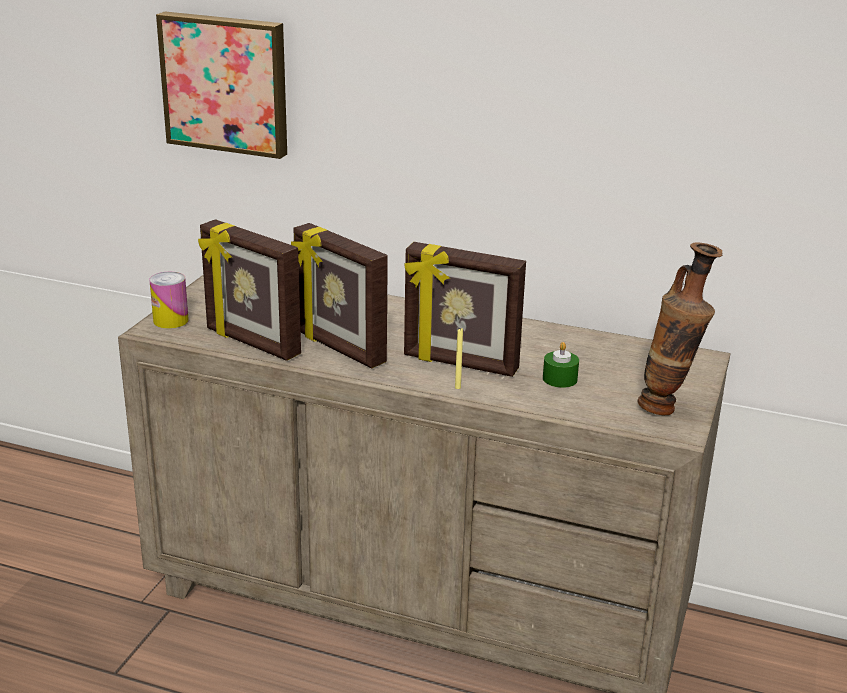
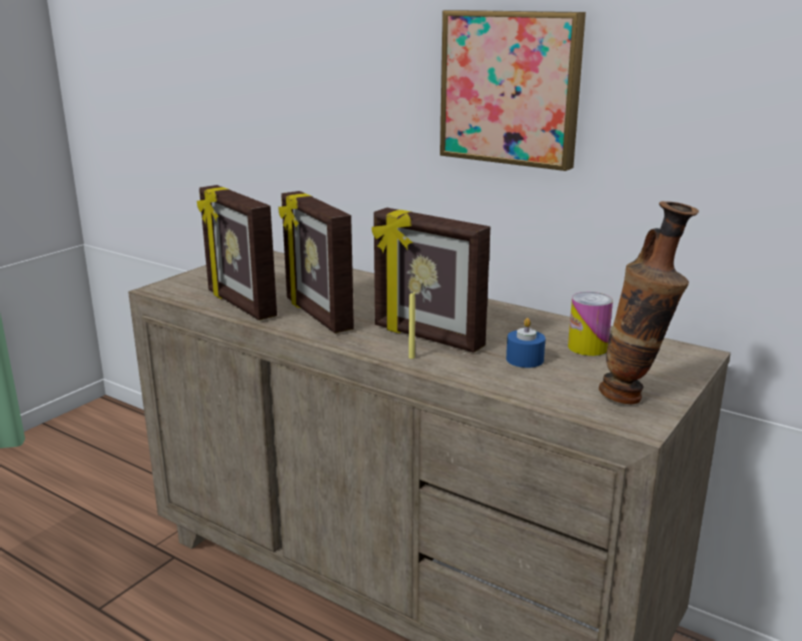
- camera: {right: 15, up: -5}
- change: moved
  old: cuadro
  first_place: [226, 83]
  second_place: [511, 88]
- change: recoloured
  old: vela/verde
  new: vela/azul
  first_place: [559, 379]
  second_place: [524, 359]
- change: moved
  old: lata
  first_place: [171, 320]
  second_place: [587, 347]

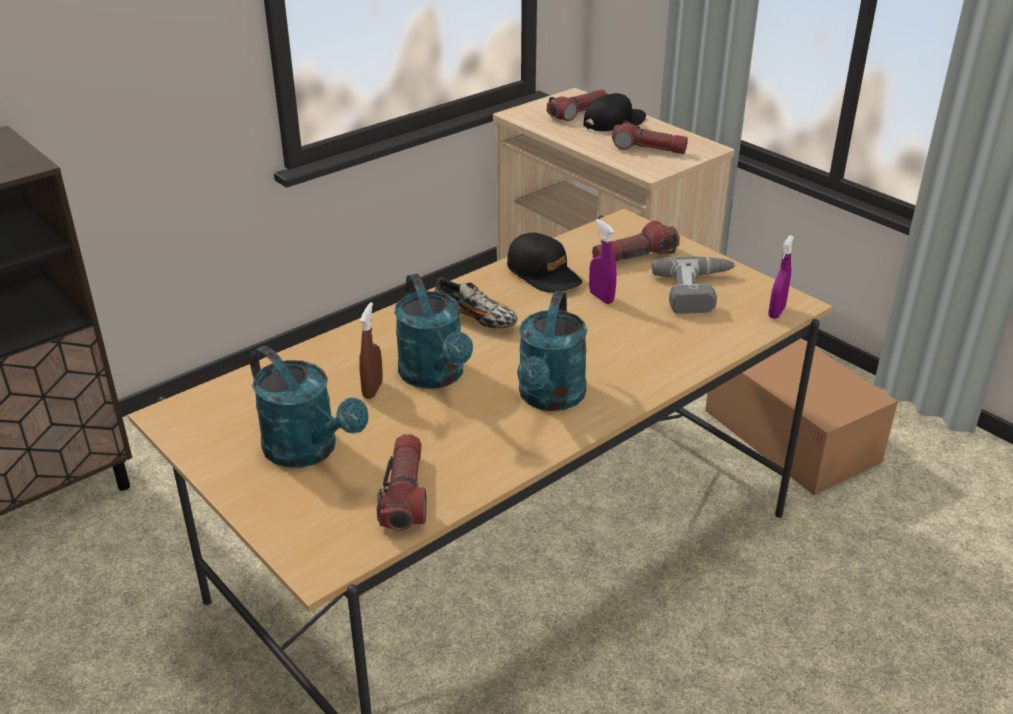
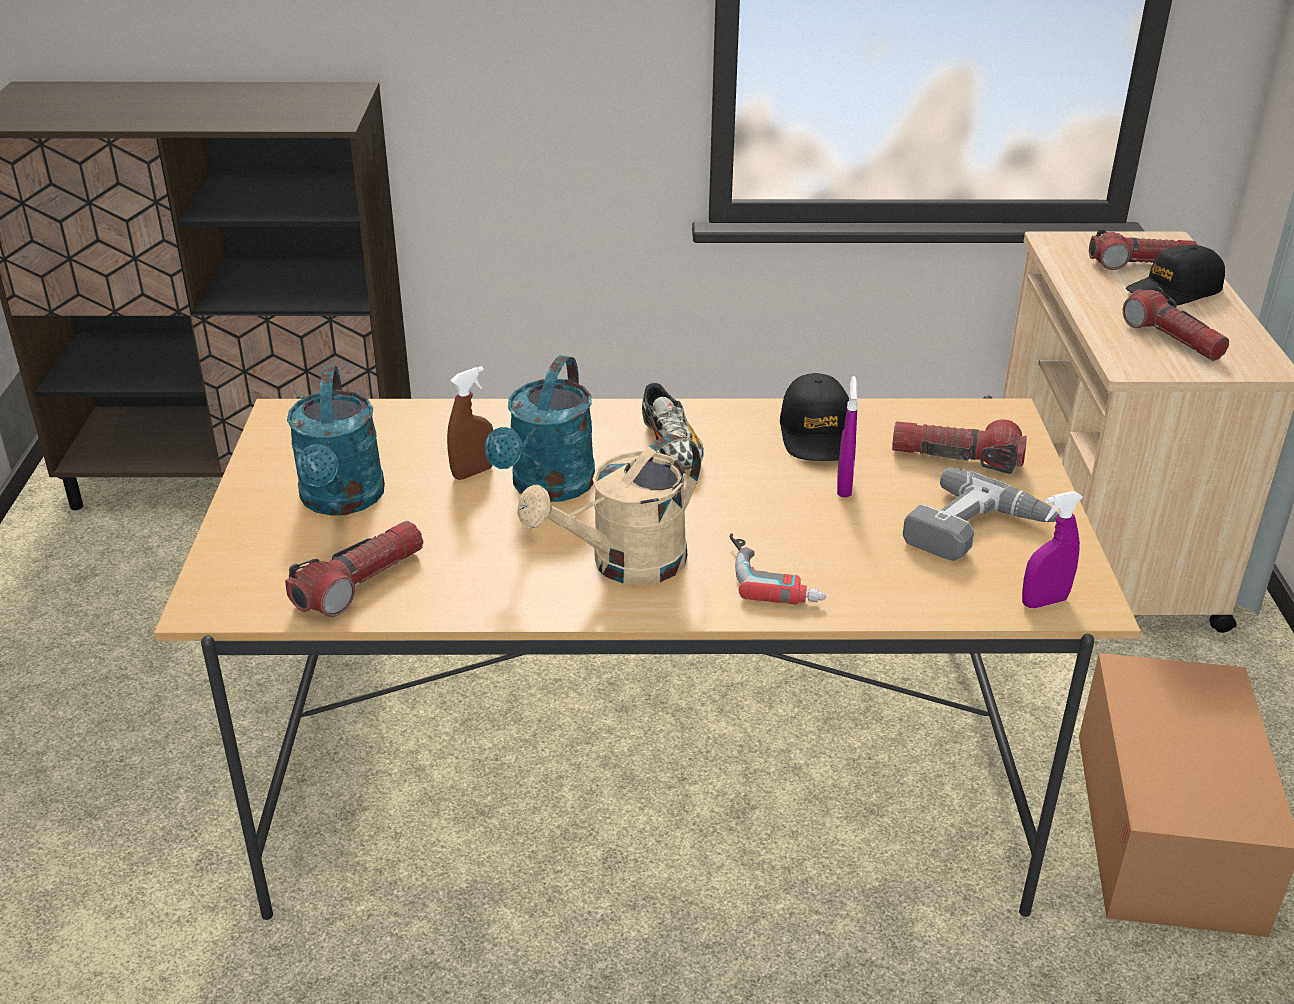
- camera: {right: 40, up: 0}
- change: recoloured
  old: regadera/turquesa
  new: regadera/beis
  first_place: [550, 399]
  second_place: [624, 565]
- change: added
  new: taladro
  second_place: [775, 575]
- change: turned
  old: gorra/negro
  first_place: [614, 122]
  second_place: [1174, 290]
  degrees: 150

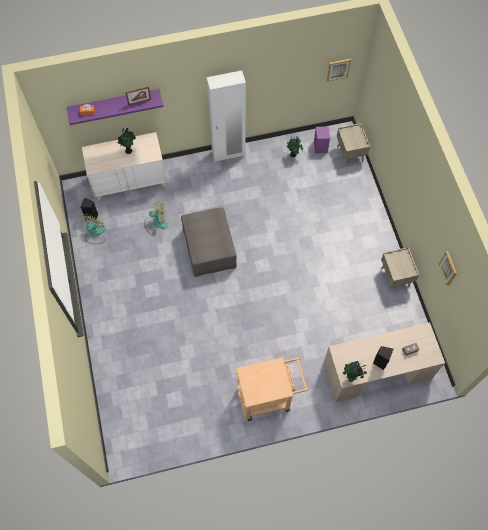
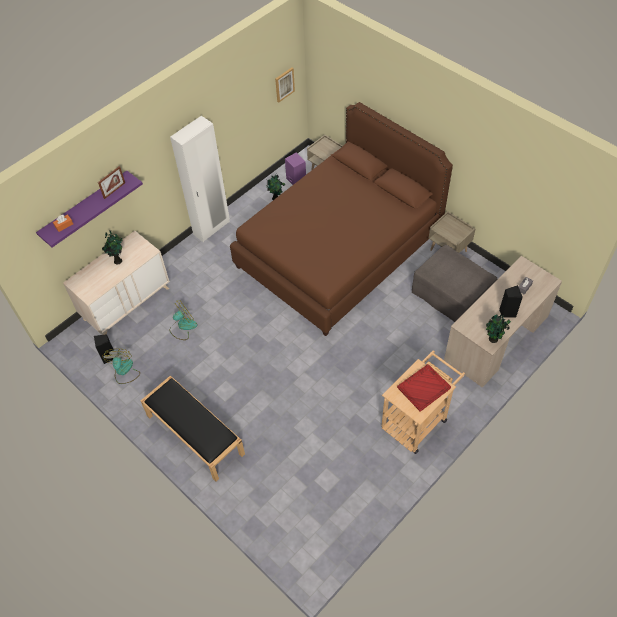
- camera: {right: -30, up: -10}
- change: added
  new: banco/negro
  second_place: [194, 434]
- change: added
  new: cama/marrón
  second_place: [338, 250]
- change: added
  new: bandeja/rojo
  second_place: [424, 387]
- change: moved
  old: puf/gris
  first_place: [210, 248]
  second_place: [451, 295]
- change: removed
  old: cuadro
  first_place: [448, 268]

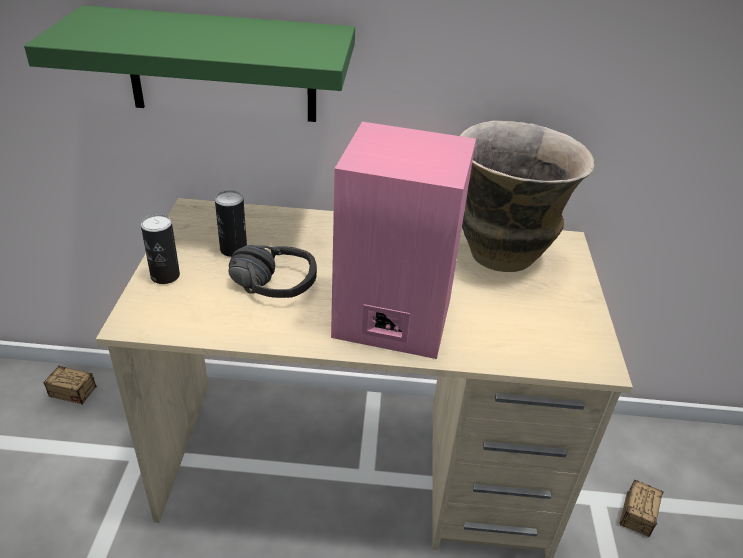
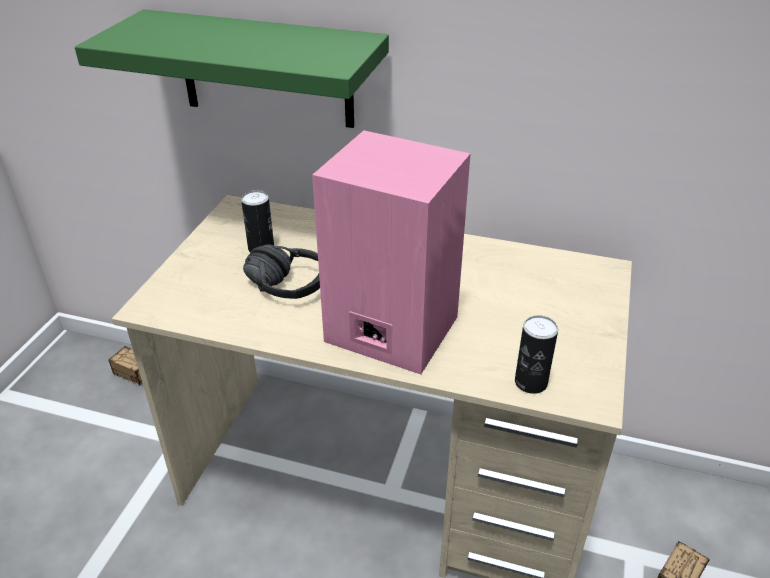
- camera: {right: 15, up: 0}
- change: moved
  old: lata
  first_place: [165, 276]
  second_place: [531, 382]
- change: removed
  old: florero
  first_place: [502, 254]

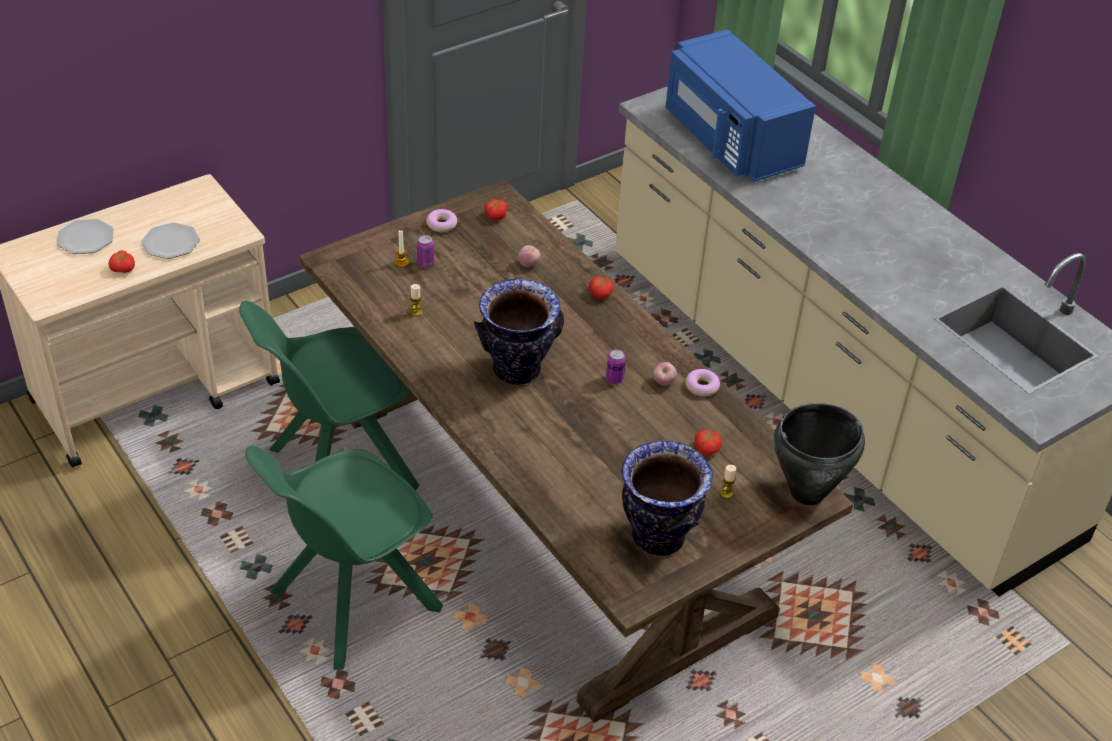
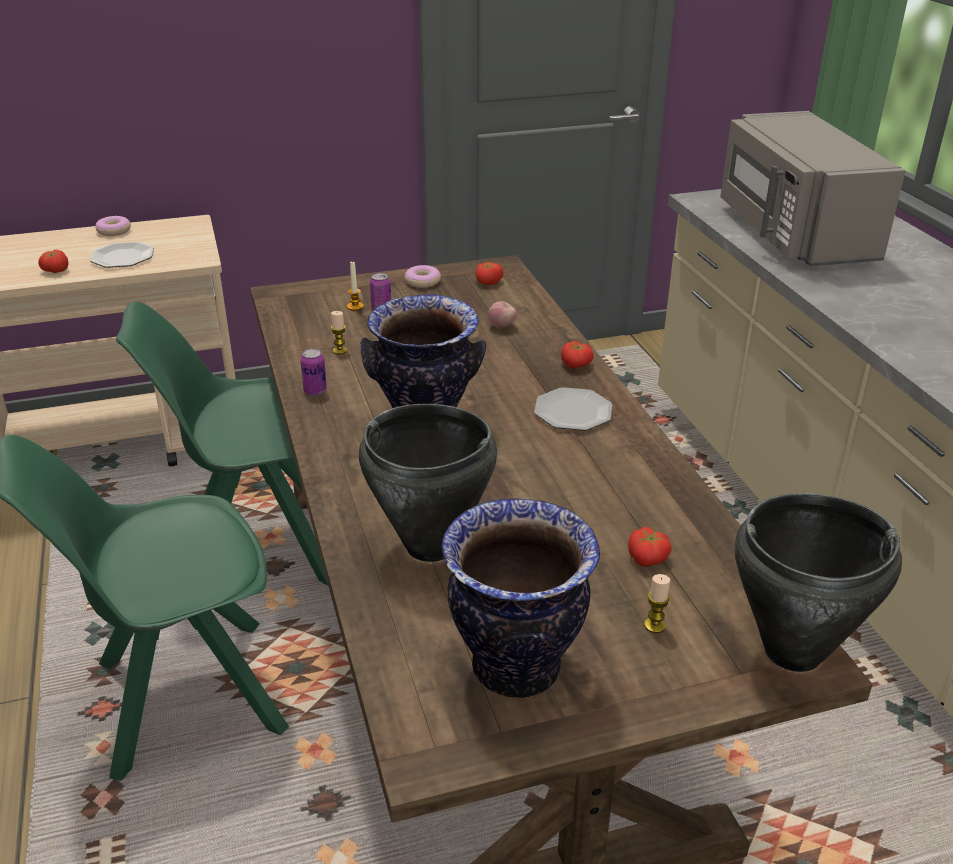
- camera: {right: 20, up: -10}
- change: moved
  old: rosquilla
  first_place: [702, 386]
  second_place: [114, 231]
- change: moved
  old: lata
  first_place: [614, 379]
  second_place: [315, 391]
- change: added
  new: olla/negro
  second_place: [431, 546]
- change: moved
  old: plato
  first_place: [86, 239]
  second_place: [574, 412]
- change: recoloured
  old: microondas/azul
  new: microondas/gris
  first_place: [729, 140]
  second_place: [792, 233]
- change: removed
  old: manzana
  first_place: [663, 382]

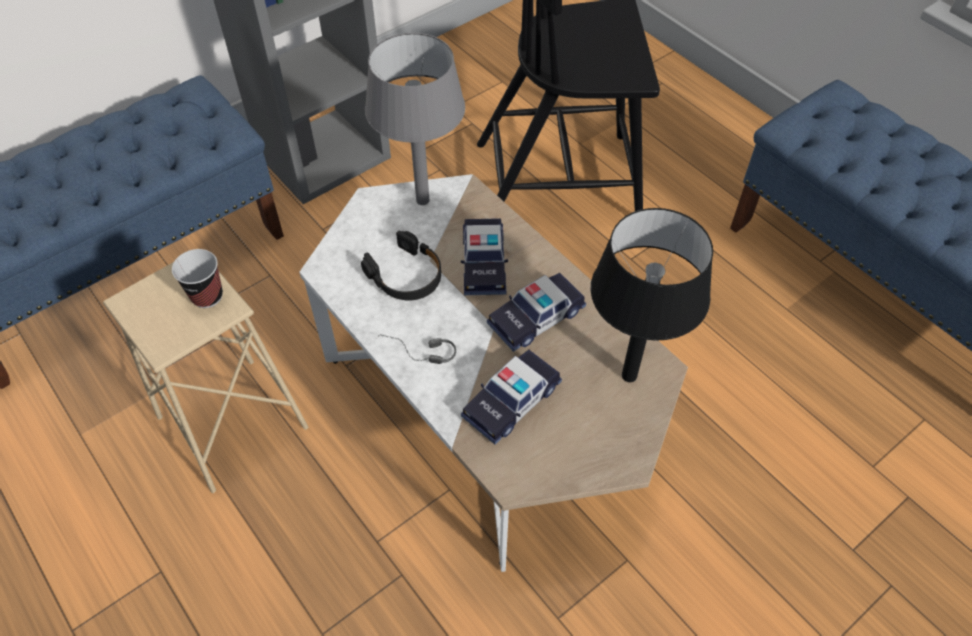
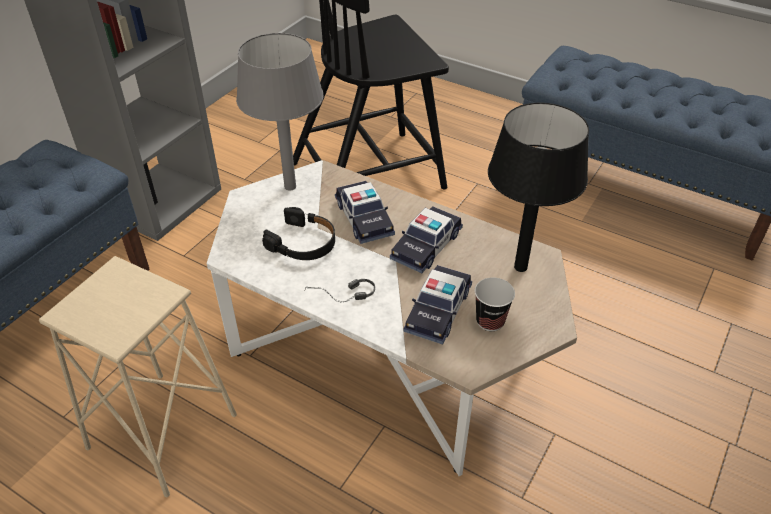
- camera: {right: -20, up: -10}
- change: moved
  old: taza
  first_place: [207, 296]
  second_place: [490, 321]

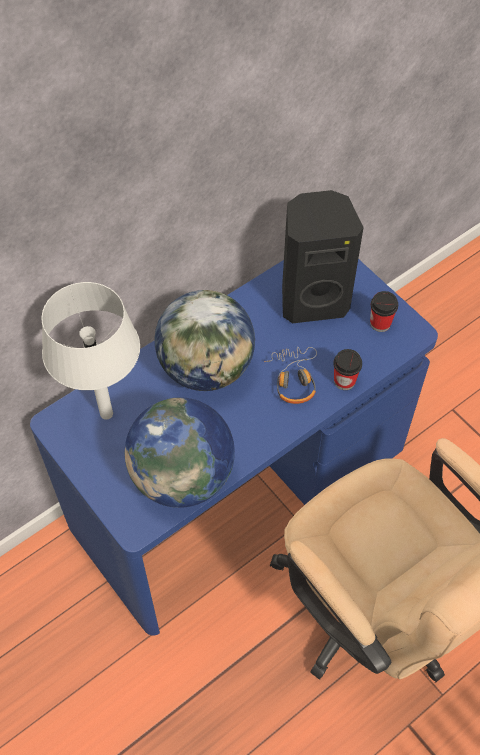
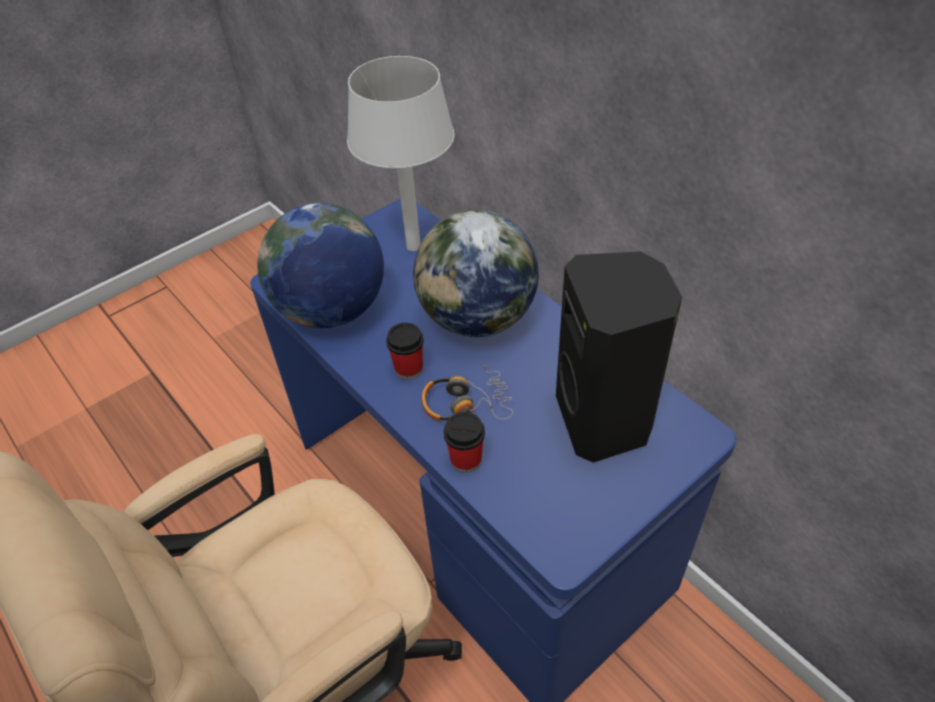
- camera: {right: 90, up: -10}
- change: moved
  old: taza
  first_place: [380, 323]
  second_place: [409, 369]

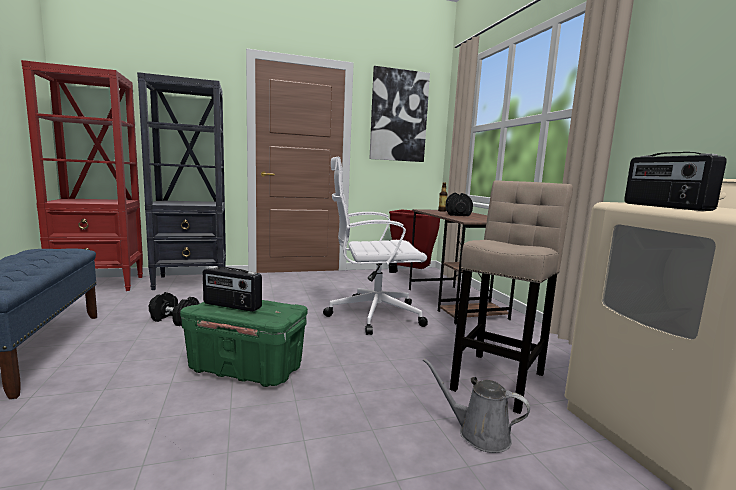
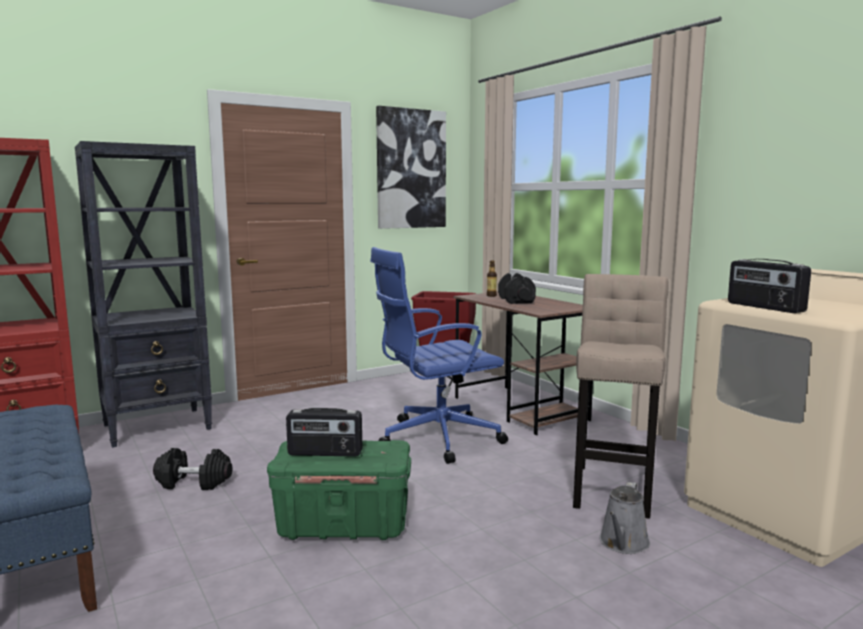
- camera: {right: -15, up: 0}
- change: recoloured
  old: silla de oficina/blanco
  new: silla de oficina/azul
  first_place: [372, 315]
  second_place: [436, 438]
- change: turned
  old: regadera/gris
  first_place: [478, 434]
  second_place: [623, 543]
  degrees: -75

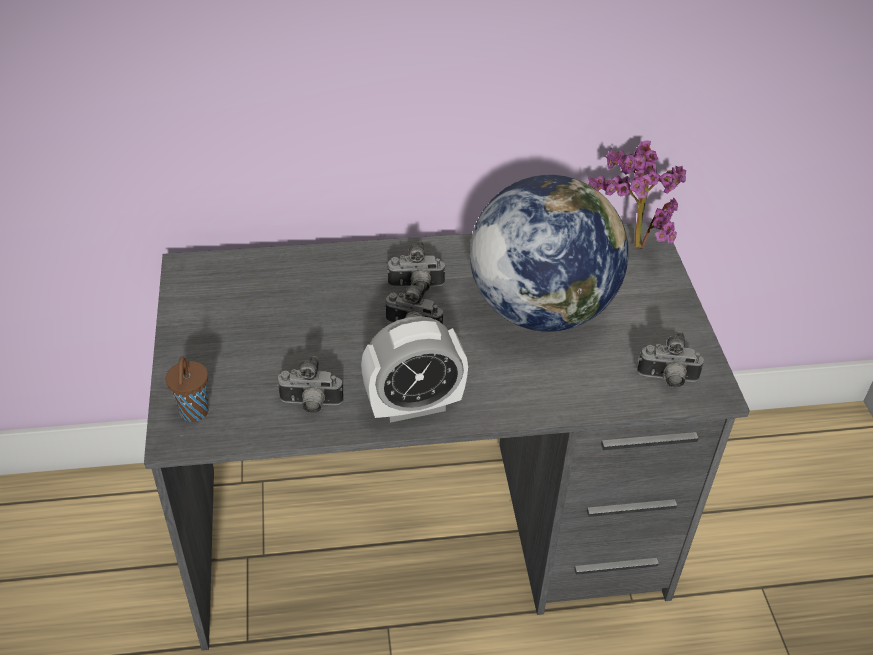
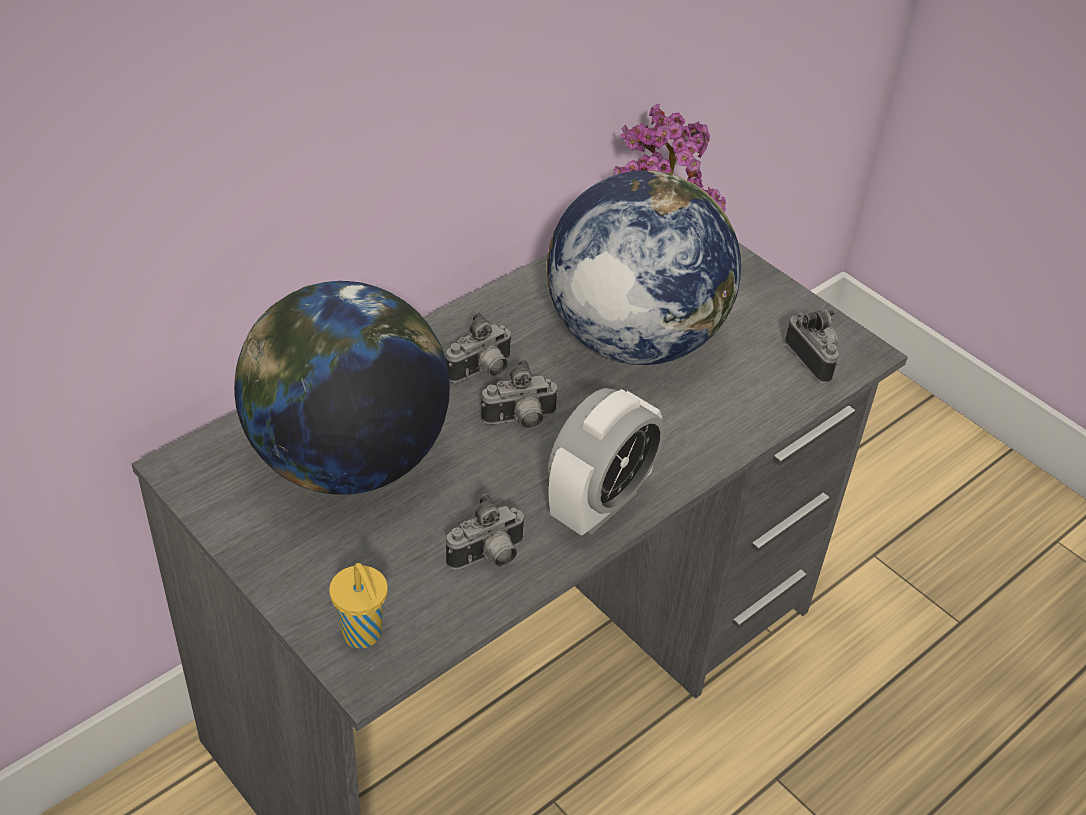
- camera: {right: -35, up: 0}
- change: added
  new: globo terráqueo
  second_place: [348, 461]
- change: recoloured
  old: taza/marrón
  new: taza/amarillo
  first_place: [194, 413]
  second_place: [363, 635]
- change: turned
  old: cámara
  first_place: [667, 380]
  second_place: [814, 359]
  degrees: -90

